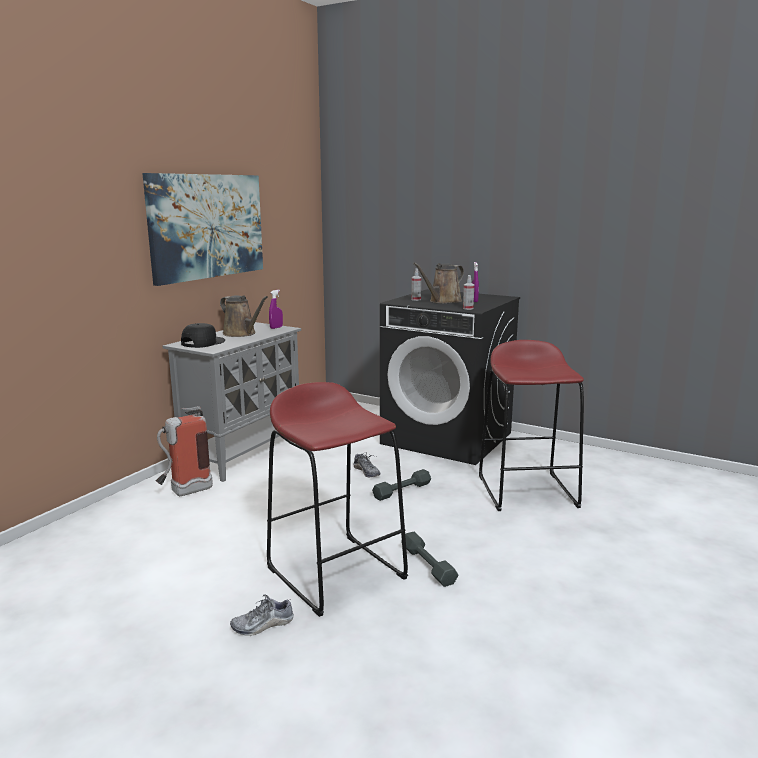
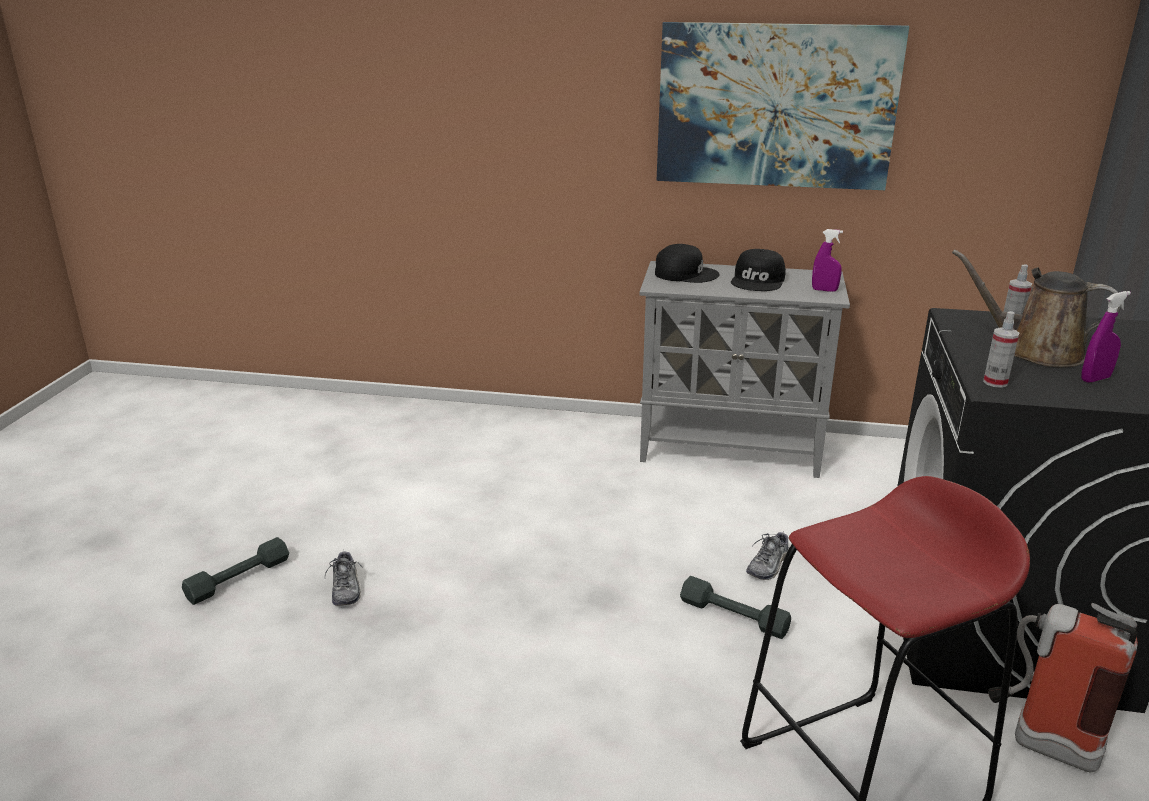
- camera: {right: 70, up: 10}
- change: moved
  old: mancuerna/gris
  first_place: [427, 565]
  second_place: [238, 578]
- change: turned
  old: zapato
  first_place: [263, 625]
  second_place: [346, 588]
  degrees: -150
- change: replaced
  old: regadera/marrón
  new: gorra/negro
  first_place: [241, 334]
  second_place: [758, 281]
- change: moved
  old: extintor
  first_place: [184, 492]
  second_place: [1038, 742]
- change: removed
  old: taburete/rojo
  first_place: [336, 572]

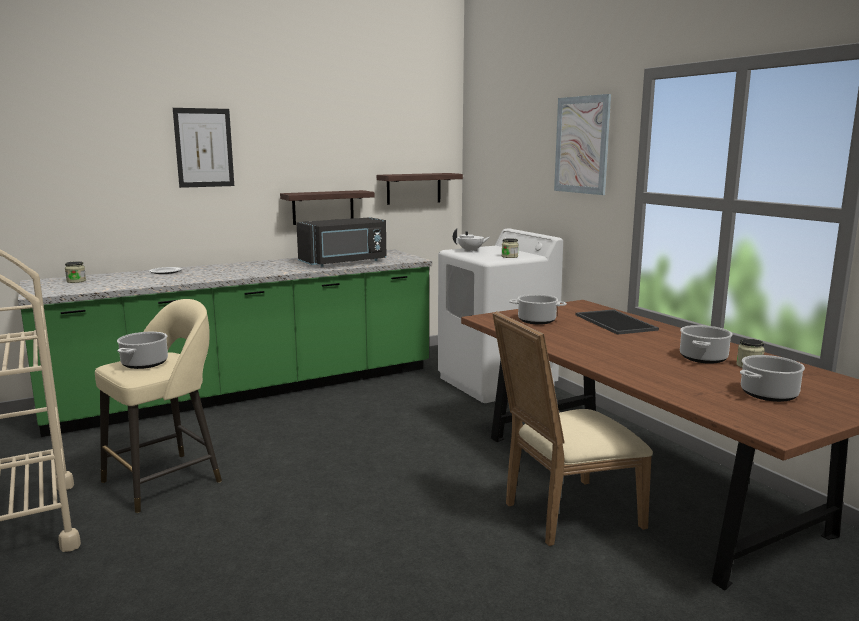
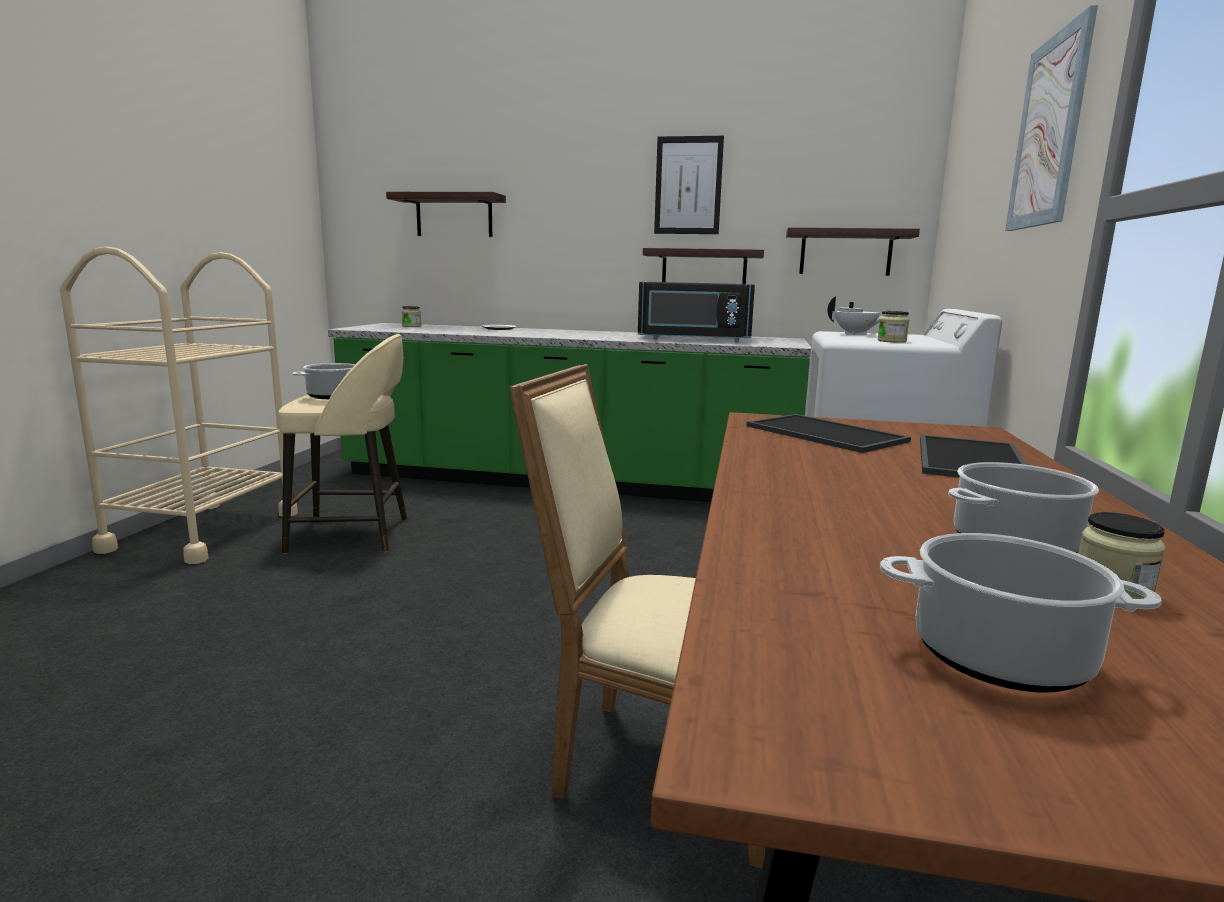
- camera: {right: 40, up: 0}
- change: added
  new: estante
  second_place: [454, 216]
- change: moved
  old: cuadro
  first_place: [204, 148]
  second_place: [688, 185]
- change: replaced
  old: olla
  new: bandeja
  first_place: [537, 321]
  second_place: [827, 433]

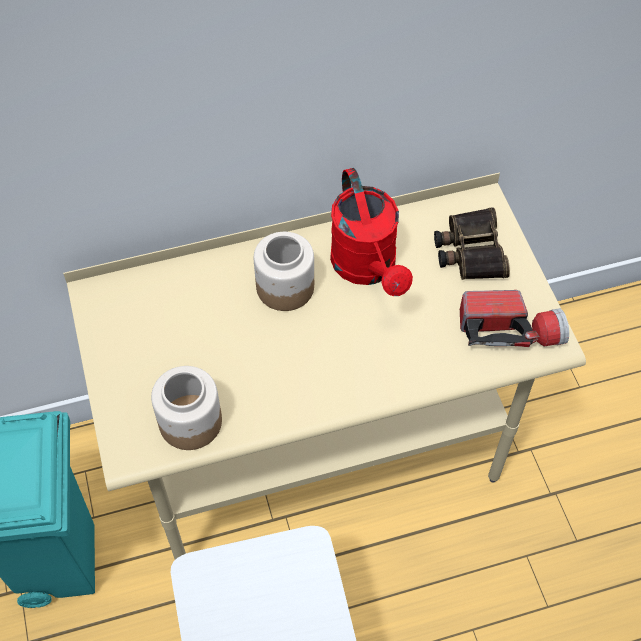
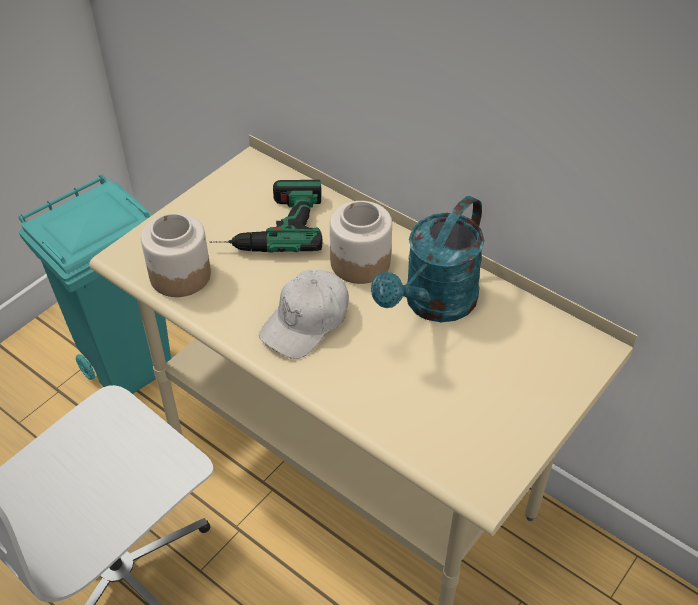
- camera: {right: 55, up: -10}
- change: added
  new: taladro
  second_place: [268, 226]
- change: added
  new: gorra/blanco
  second_place: [306, 322]
- change: recoloured
  old: regadera/rojo
  new: regadera/turquesa
  first_place: [368, 268]
  second_place: [433, 304]
- change: removed
  old: prismáticos
  first_place: [469, 250]
- change: removed
  old: linterna
  first_place: [510, 330]

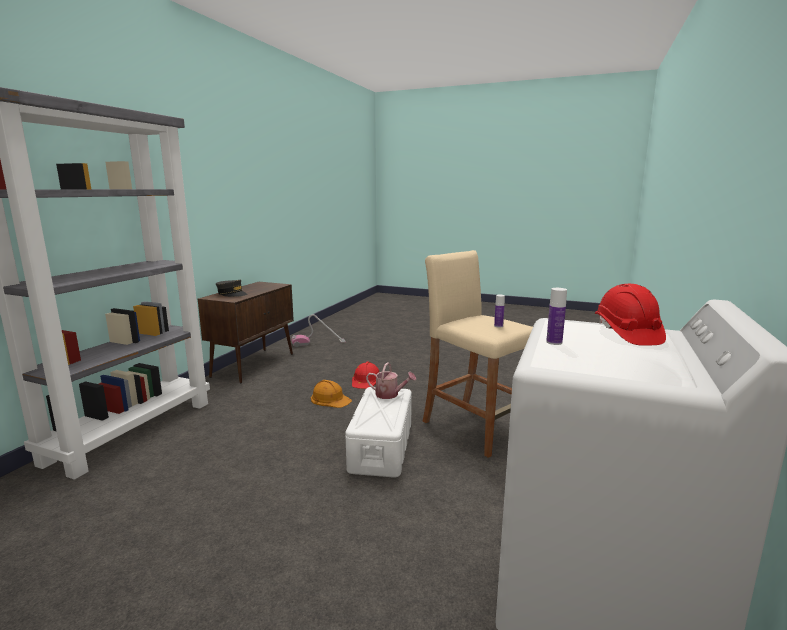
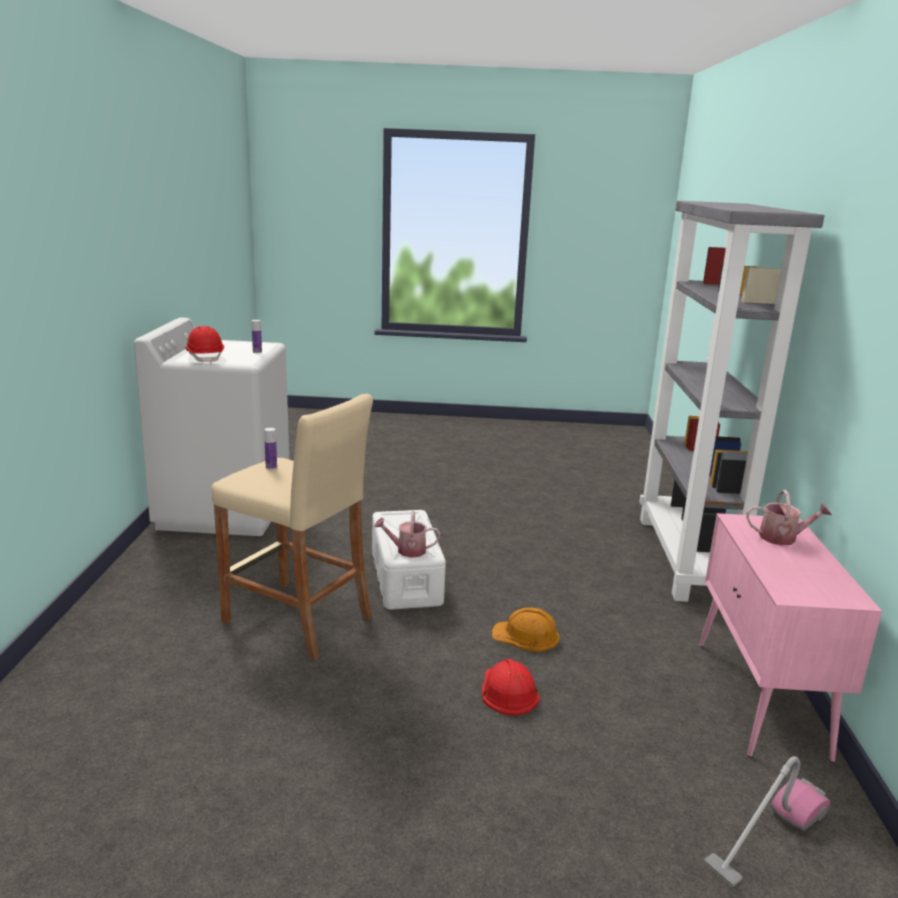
- camera: {right: 160, up: 5}
- change: recoloured
  old: armario/marrón
  new: armario/rosa
  first_place: [254, 365]
  second_place: [760, 699]
- change: replaced
  old: gorra/gris
  new: regadera
  first_place: [232, 294]
  second_place: [783, 538]

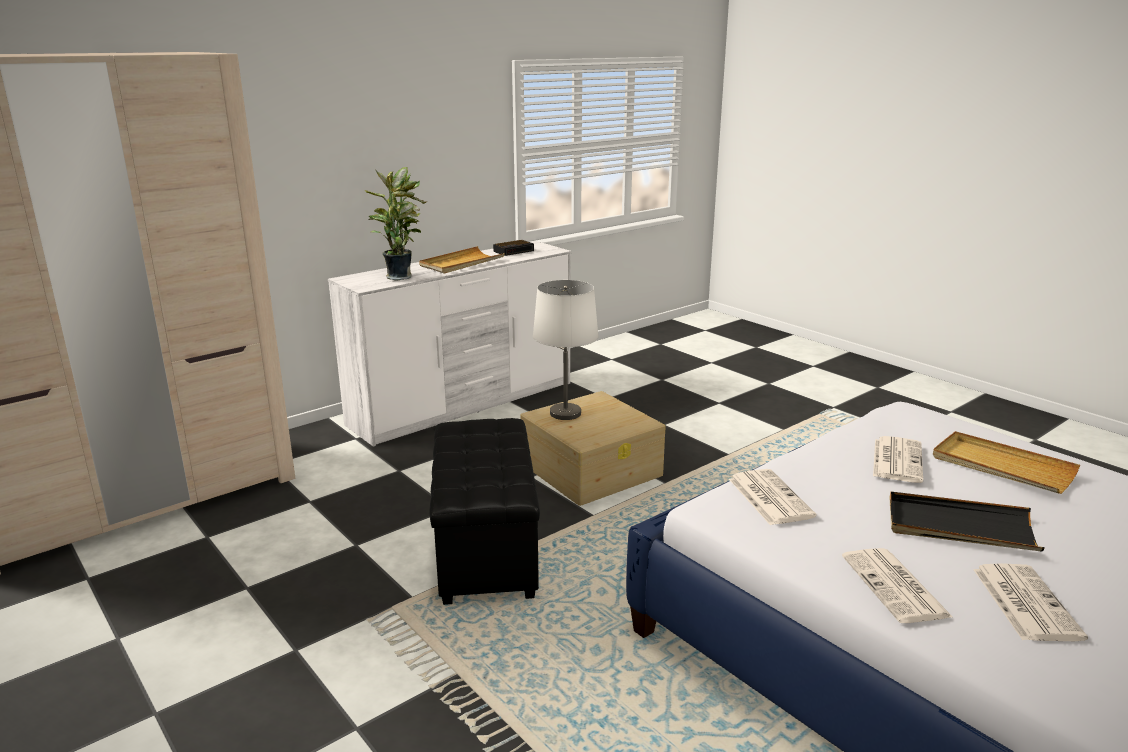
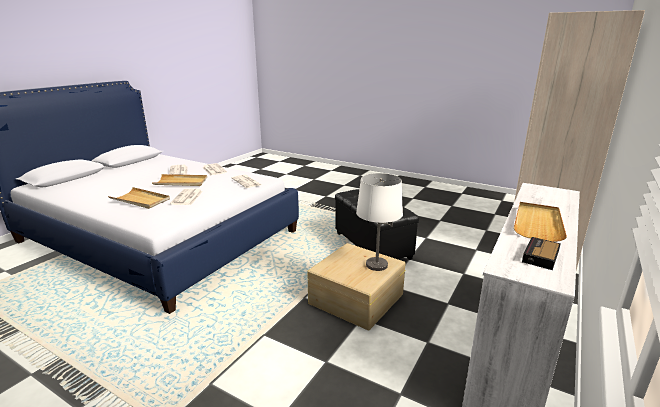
- camera: {right: 160, up: 0}
- change: recoloured
  old: bandeja/negro
  new: bandeja/beis
  first_place: [959, 527]
  second_place: [181, 182]
- change: removed
  old: planta en maceta
  first_place: [400, 276]

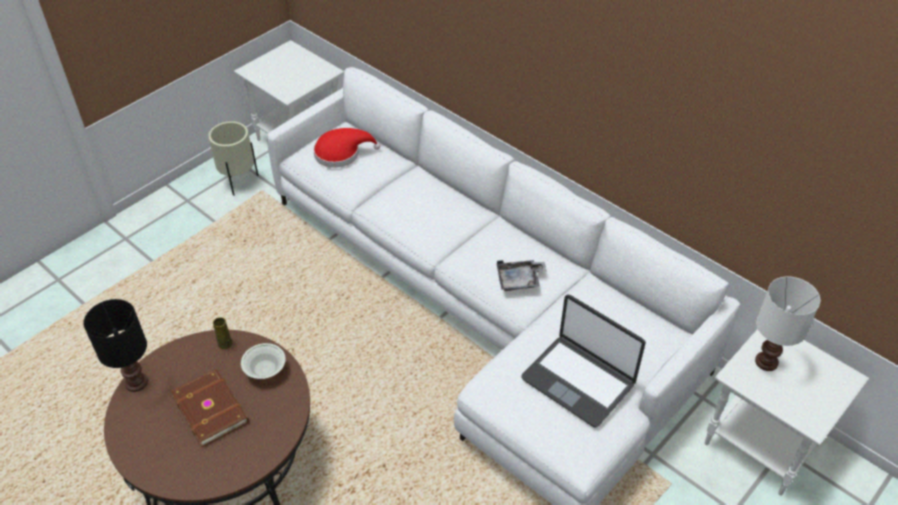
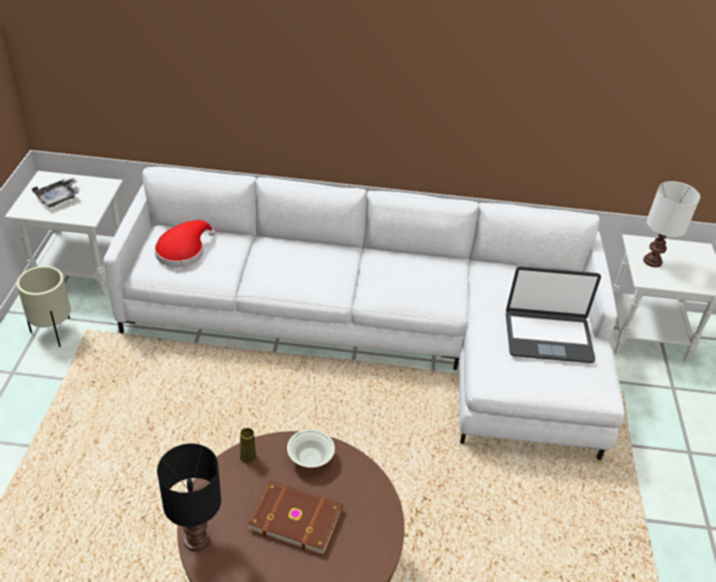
- camera: {right: -40, up: -5}
- change: moved
  old: bandeja/gris
  first_place: [519, 280]
  second_place: [59, 198]

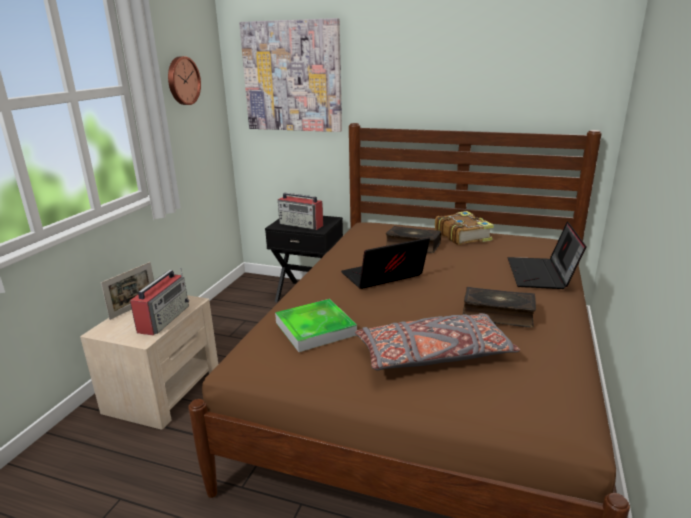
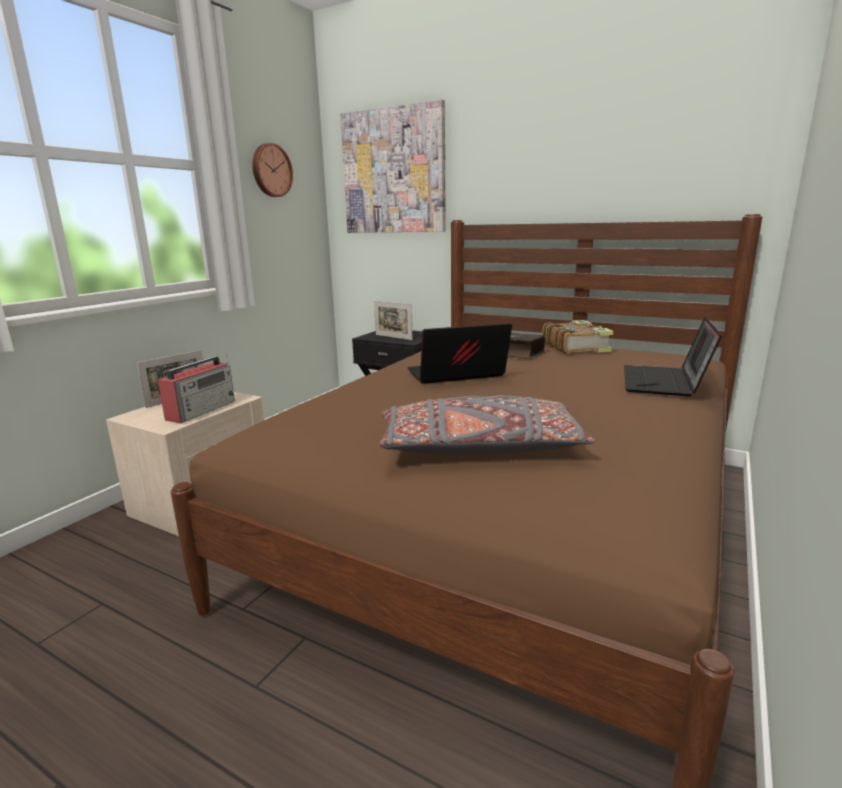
- camera: {right: 10, up: -5}
- change: replaced
  old: radio
  new: portarretratos
  first_place: [301, 225]
  second_place: [393, 337]
- change: removed
  old: bandeja
  first_place: [315, 328]
- change: removed
  old: libro
  first_place: [497, 315]

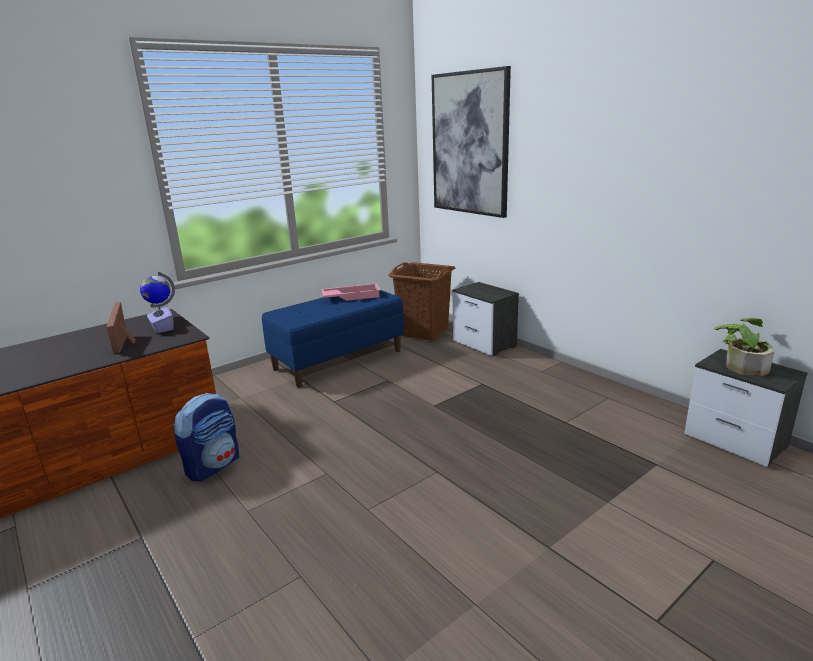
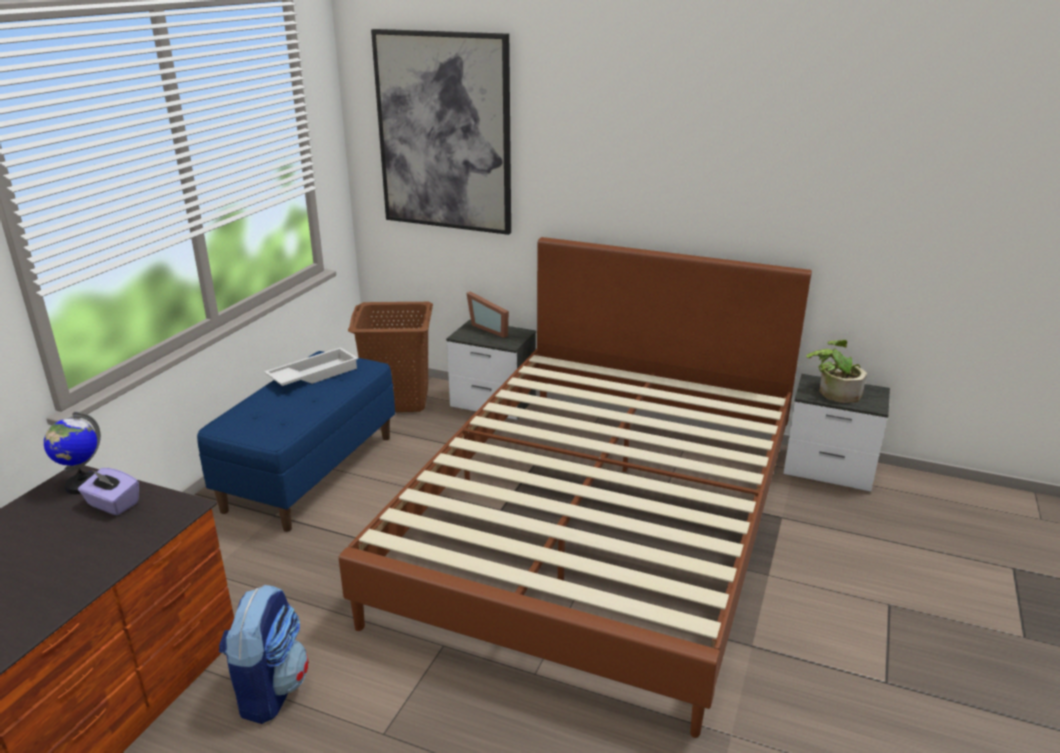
- camera: {right: -30, up: 5}
- change: recoloured
  old: bandeja/rosa
  new: bandeja/blanco
  first_place: [351, 296]
  second_place: [313, 374]
- change: added
  new: cama/marrón
  second_place: [601, 523]
- change: moved
  old: portarretratos
  first_place: [126, 342]
  second_place: [491, 328]

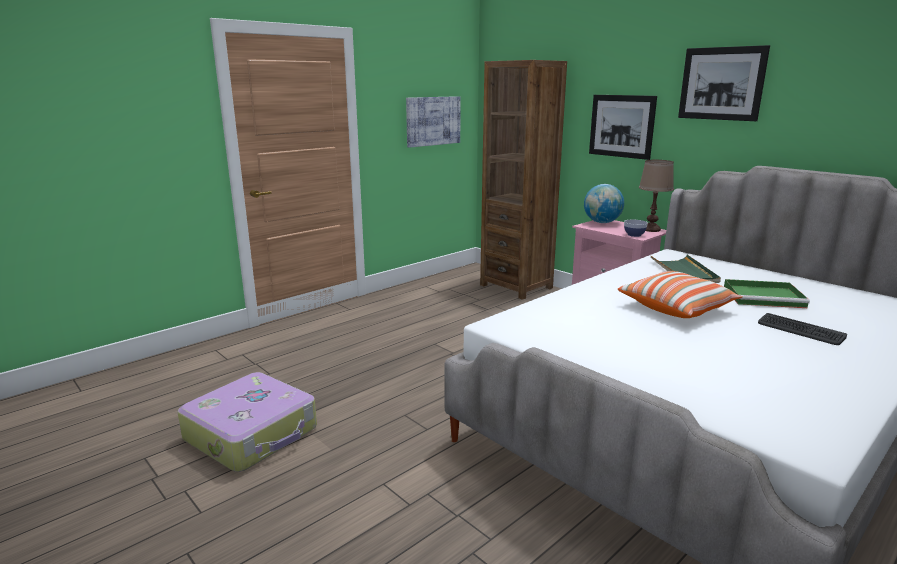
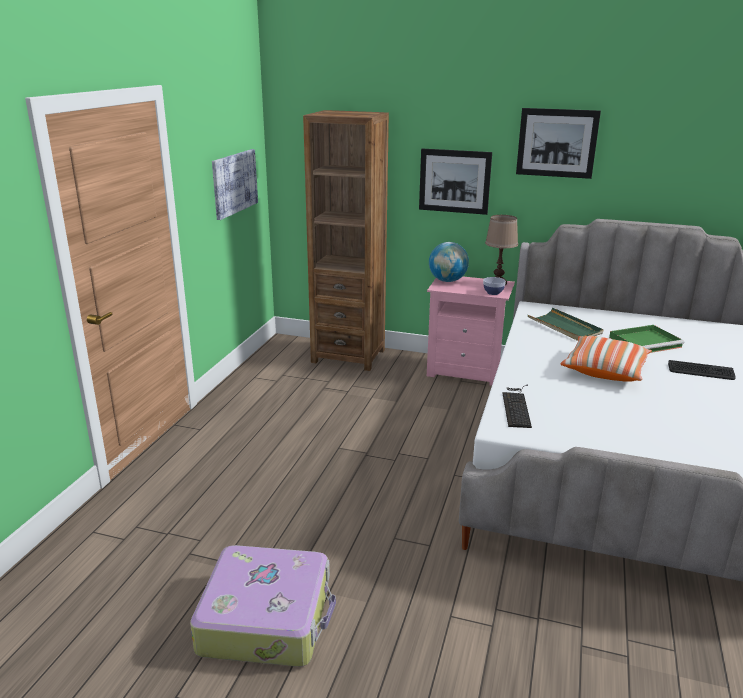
- camera: {right: -30, up: 5}
- change: added
  new: teclado
  second_place: [516, 406]

